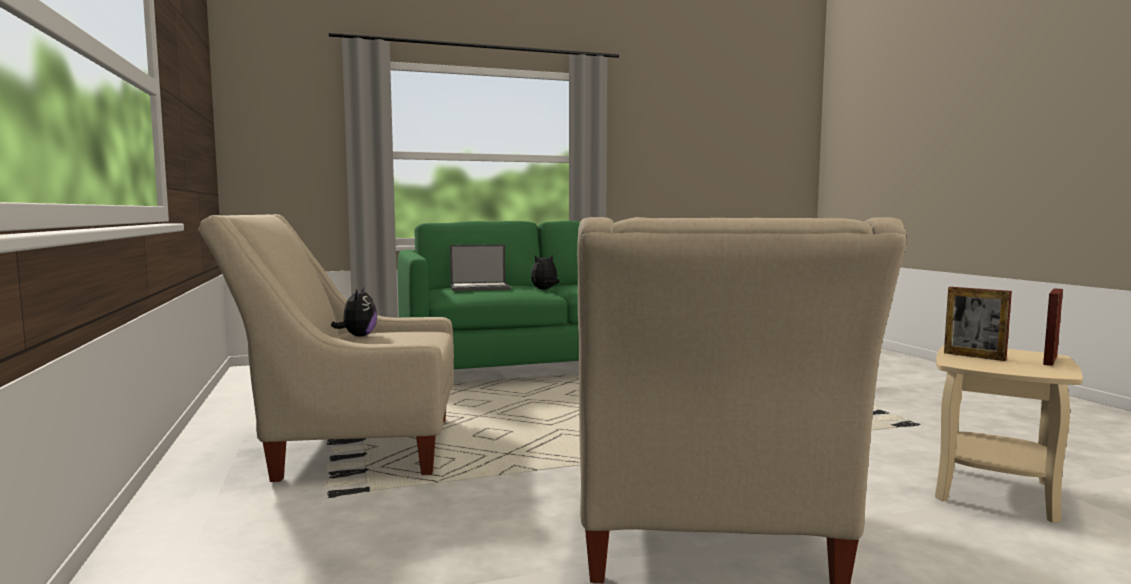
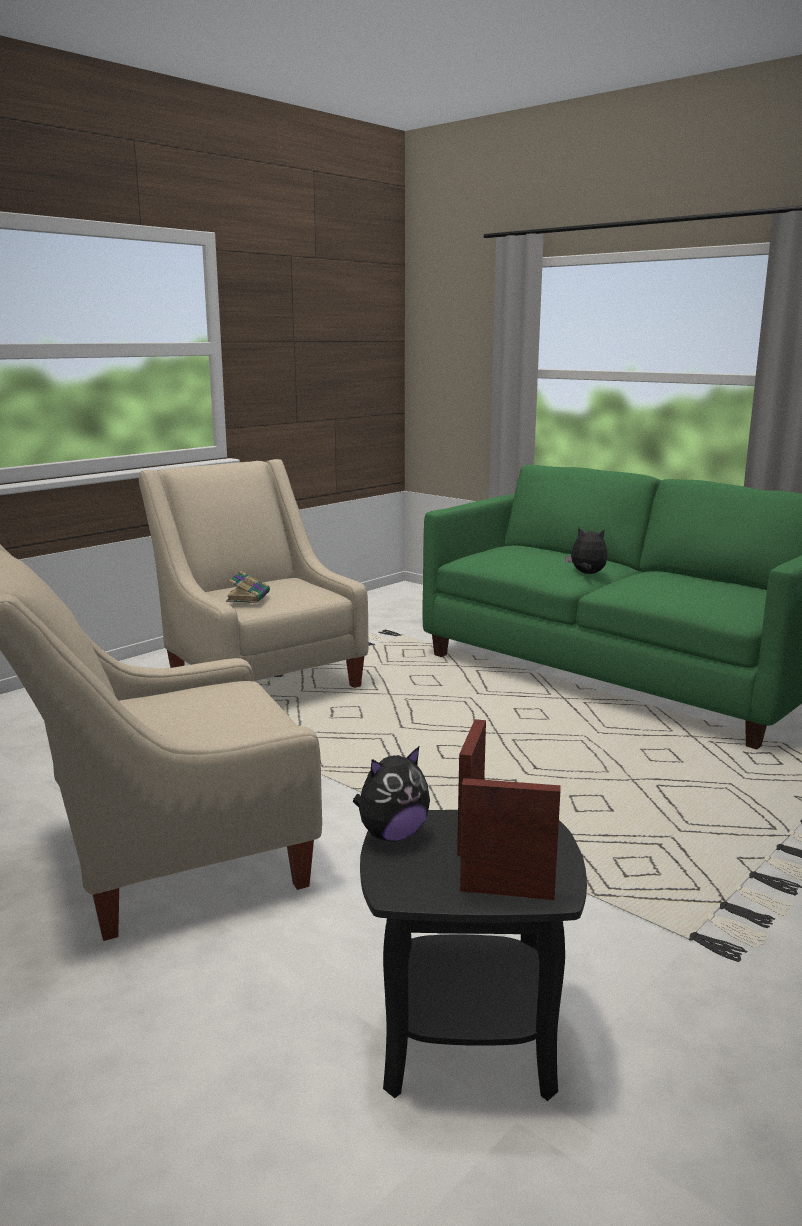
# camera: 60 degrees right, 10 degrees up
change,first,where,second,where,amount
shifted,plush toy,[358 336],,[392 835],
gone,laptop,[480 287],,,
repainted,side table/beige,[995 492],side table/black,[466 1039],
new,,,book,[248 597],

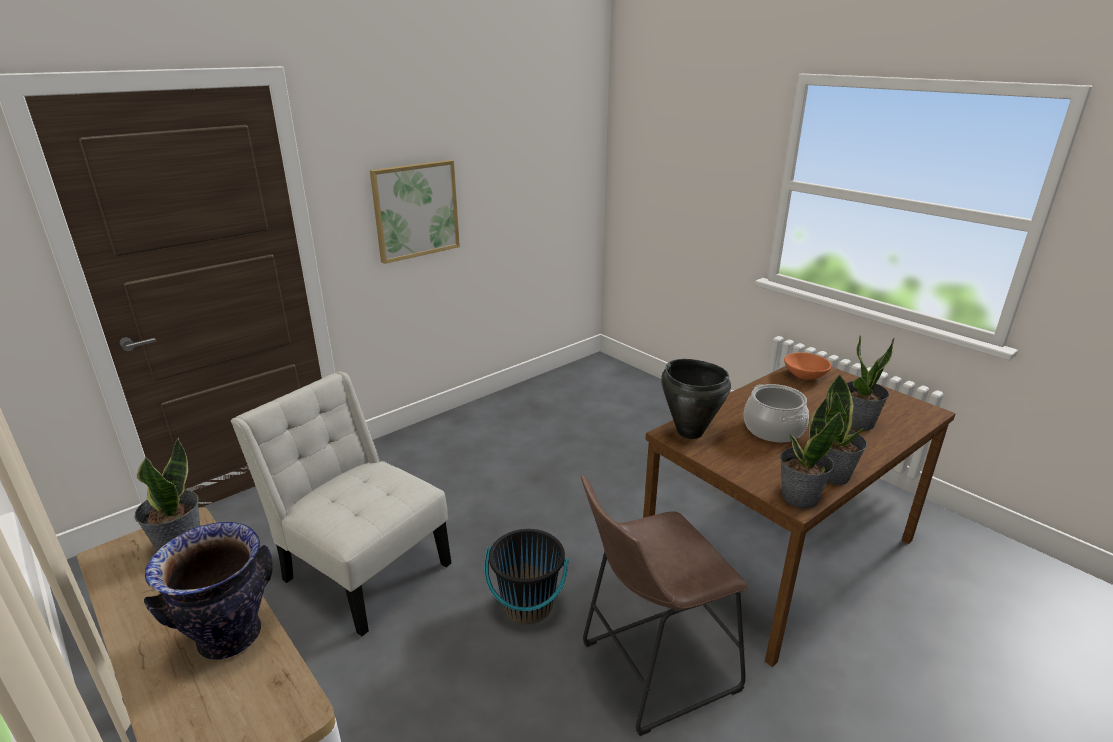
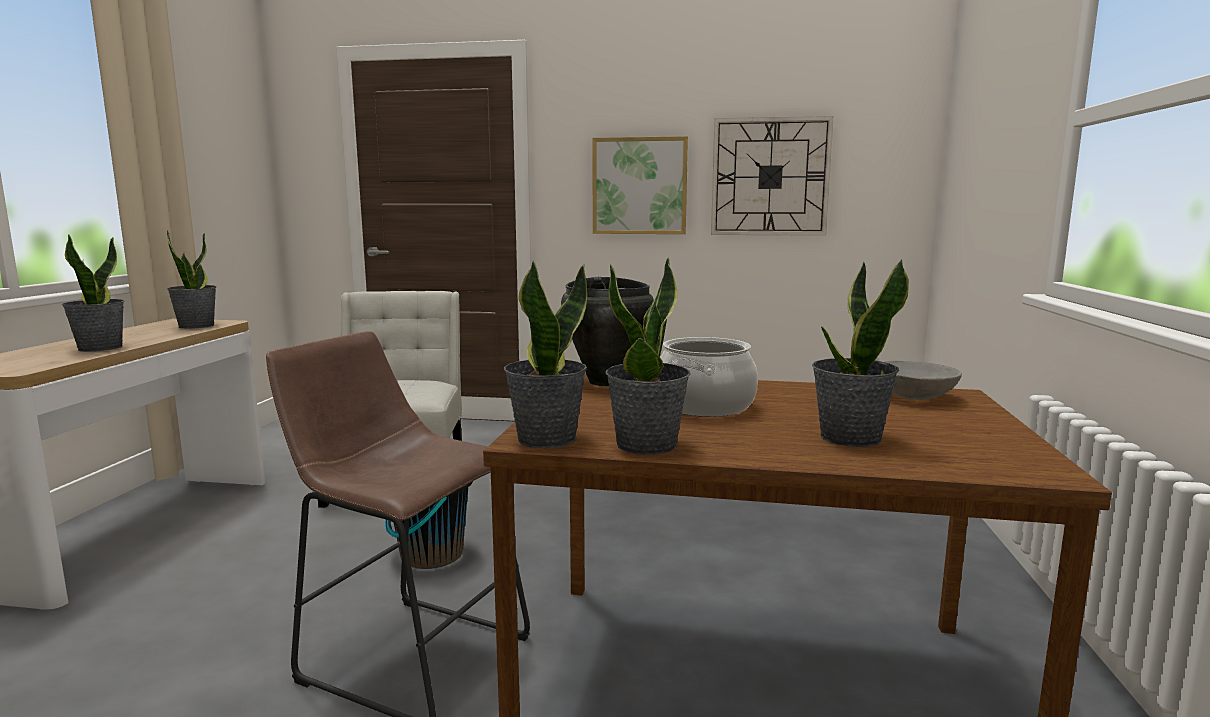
# camera: 50 degrees right, 15 degrees down
change,first,where,second,where,amount
swapped,vase,[229 636],potted plant,[100 348],
repainted,bowl/orange,[804 375],bowl/grey,[914 397],
new,,,wall clock,[770 177],

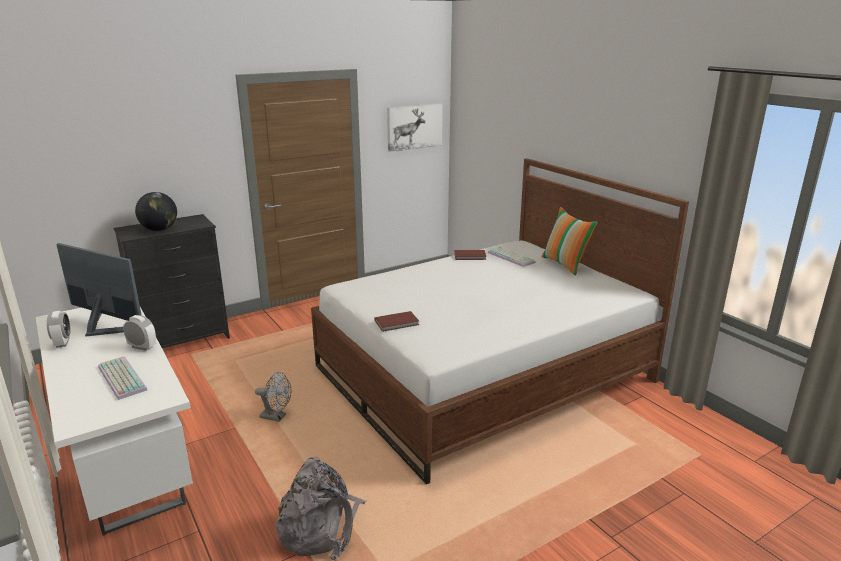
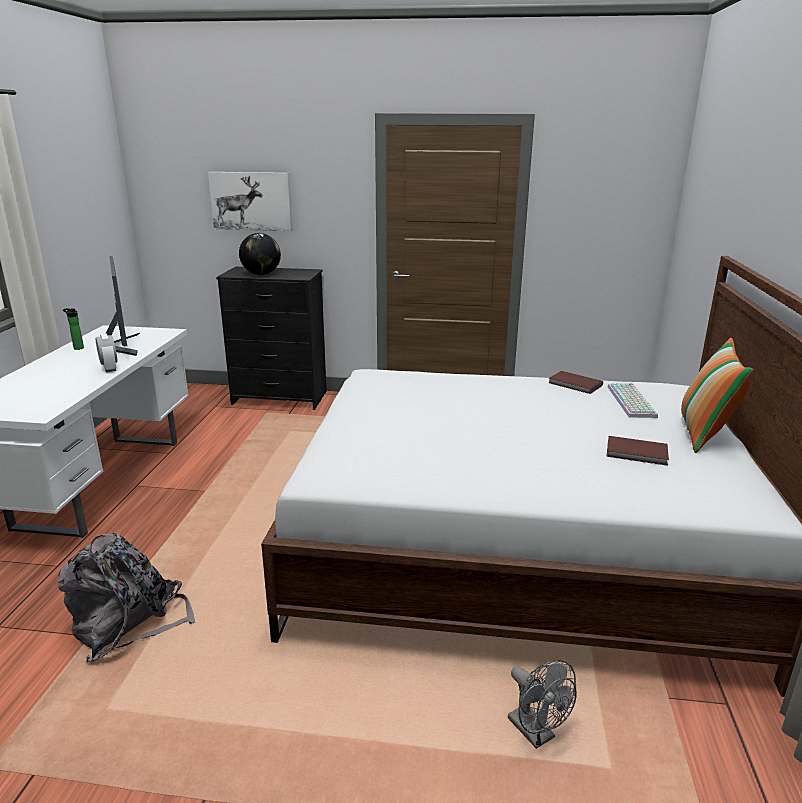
# camera: 40 degrees right, 0 degrees up
change,first,where,second,where,amount
swapped,alarm clock,[63 342],bottle,[77 348],
gone,keyboard,[120 378],,,
shifted,fan/grey,[276 417],,[536 733],
shifted,book/brown,[397 323],,[637 453],
shifted,picture,[414 127],,[251 201],

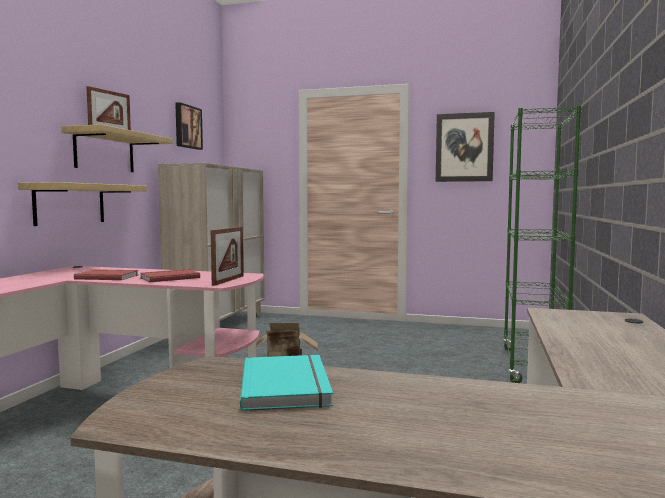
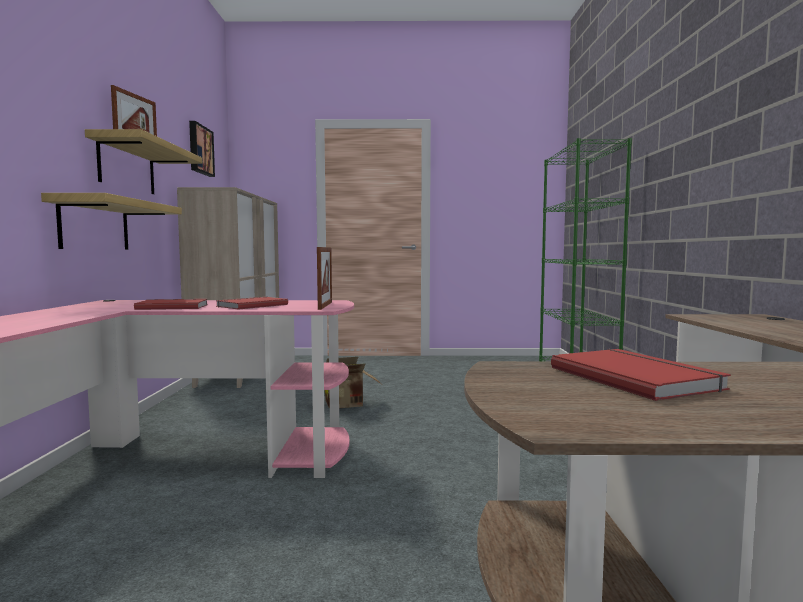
# camera: 15 degrees left, 0 degrees up
change,first,where,second,where,amount
repainted,book/turquoise,[288 385],book/red,[635 377],
gone,picture,[464 147],,,

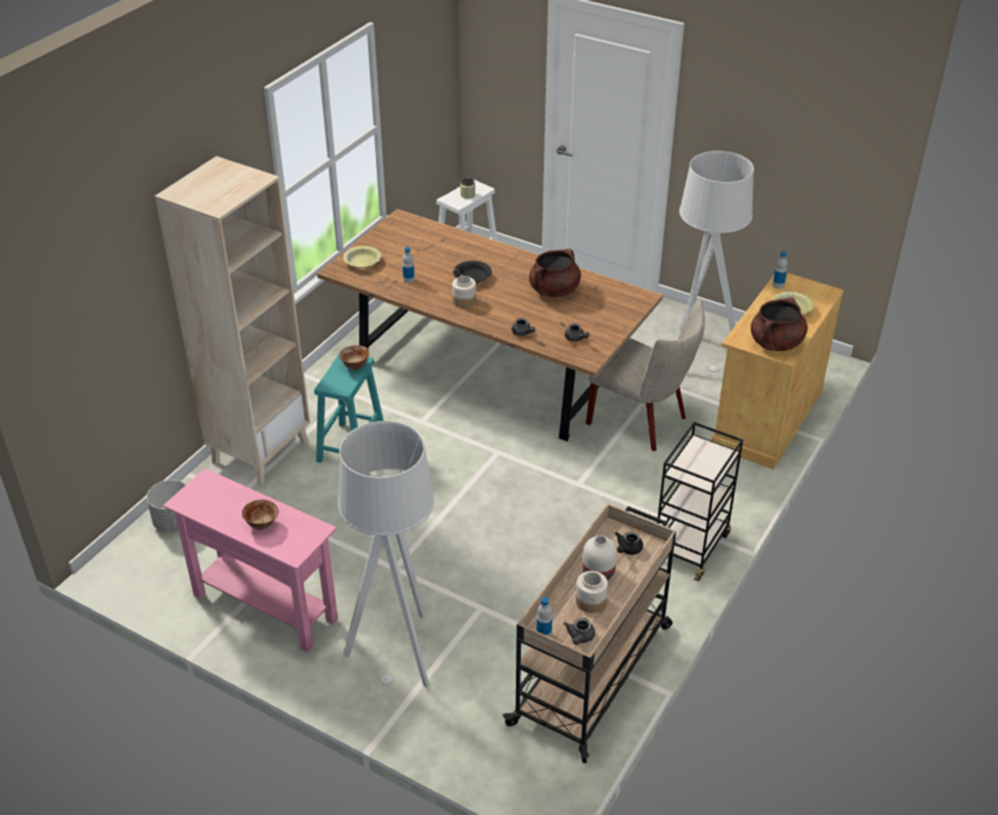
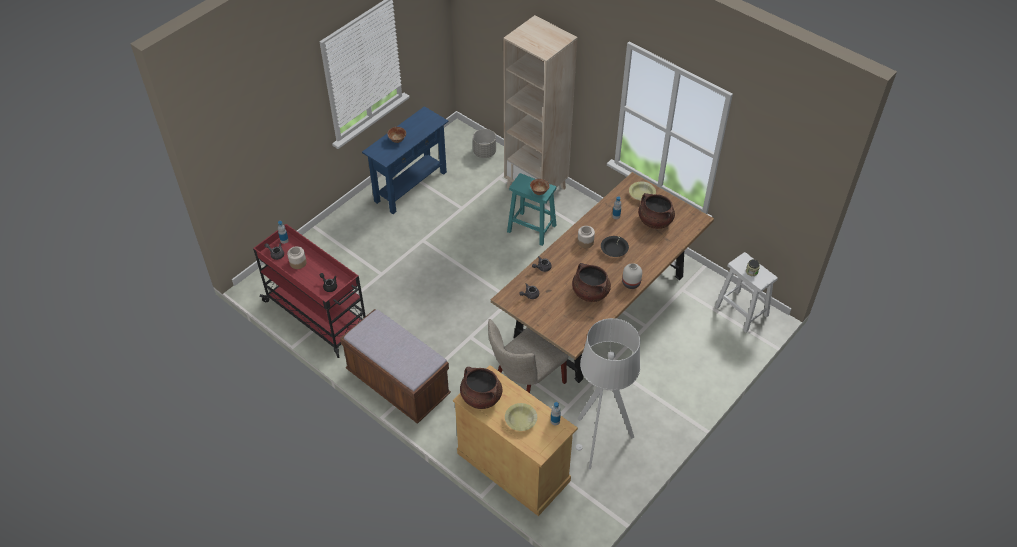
# camera: 100 degrees right, 10 degrees up
change,first,where,second,where,amount
repainted,console table/pink,[265 607],console table/blue,[410 186],
gone,floor lamp/grey,[398 652],,,
repainted,cart/beige,[593 672],cart/red,[318 316],
shifted,vase/white,[597 572],,[631 283],
swapped,cart/black,[690 546],bench/brown,[398 384],
new,,,cooking pot/brown,[654 221],

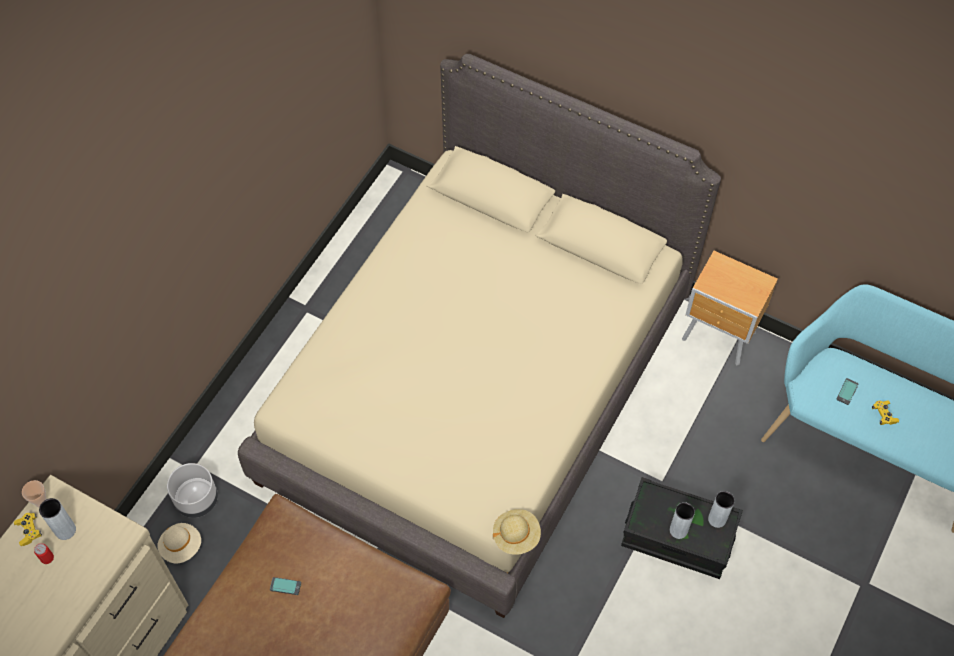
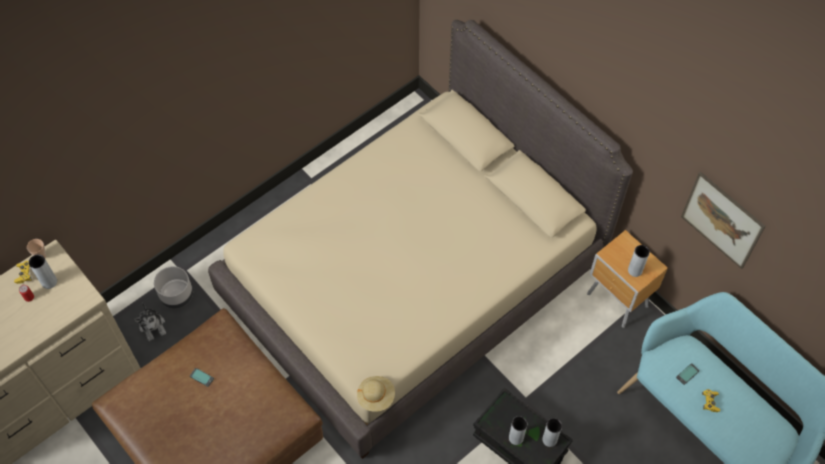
# camera: 20 degrees right, 0 degrees up
change,first,where,second,where,amount
swapped,hat/beige,[181 547],plush toy,[153 326],
new,,,vase/grey,[635 270],
new,,,picture,[722 220],

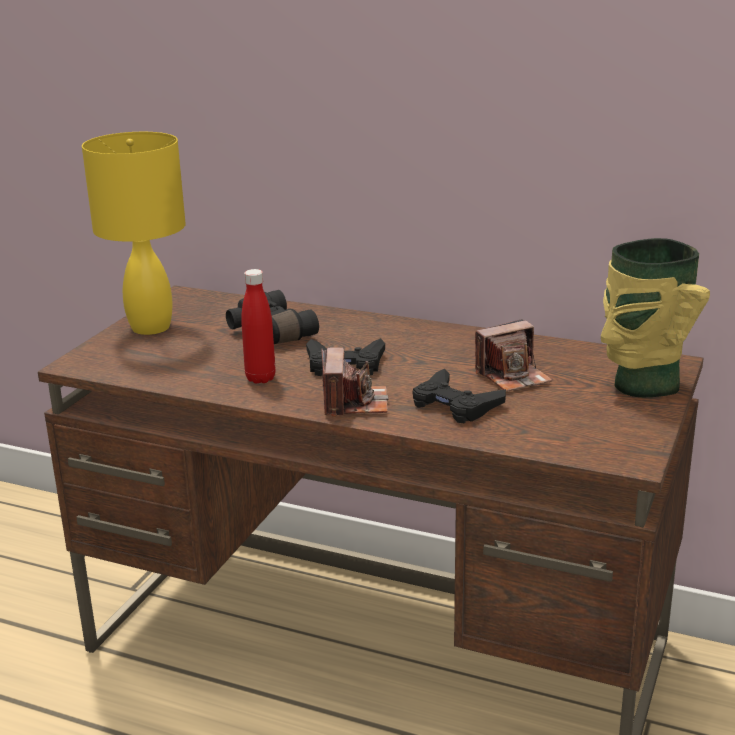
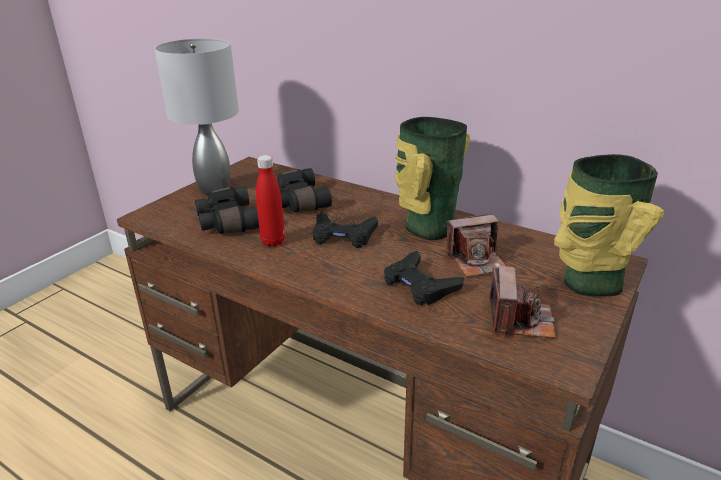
# camera: 10 degrees right, 5 degrees up
change,first,where,second,where,amount
repainted,table lamp/yellow,[152 327],table lamp/grey,[216 189],
shifted,photo camera,[354 403],,[519 320],
new,,,binoculars/black,[226 222],
new,,,vase,[426 227],

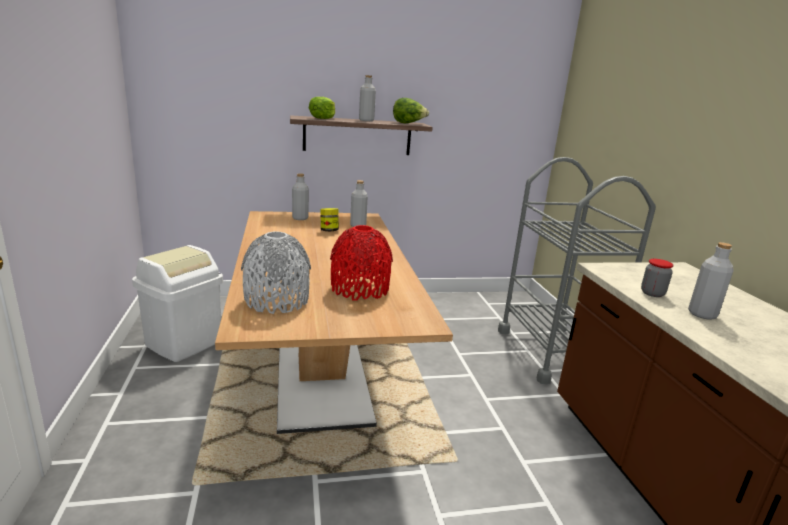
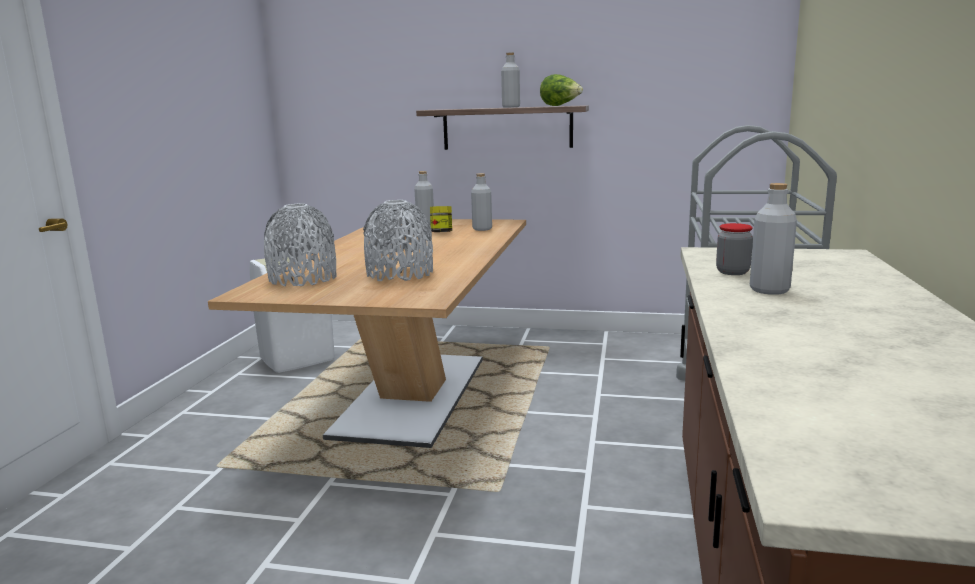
# camera: 25 degrees right, 5 degrees down
change,first,where,second,where,amount
gone,lettuce,[323 118],,,
repainted,vase/red,[360 289],vase/grey,[400 274],

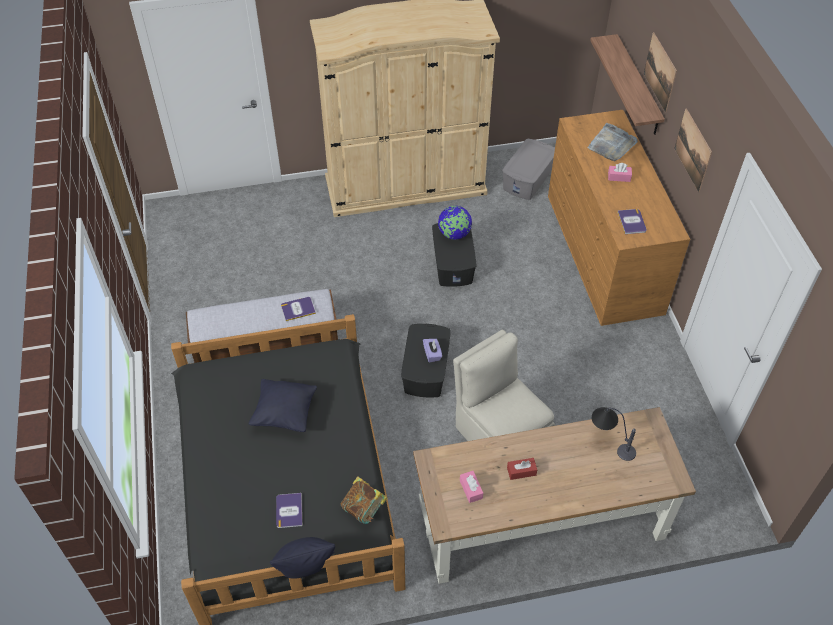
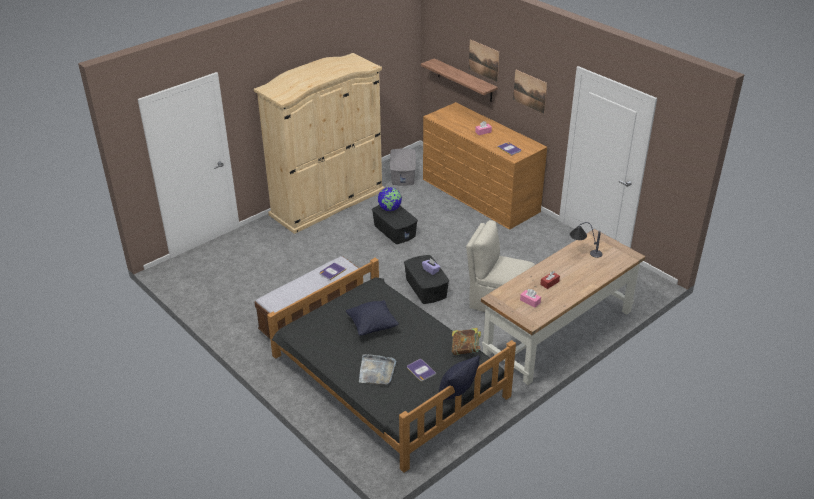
# camera: 30 degrees left, 15 degrees down
change,first,where,second,where,amount
shifted,tray/grey,[612 144],,[376 371],

